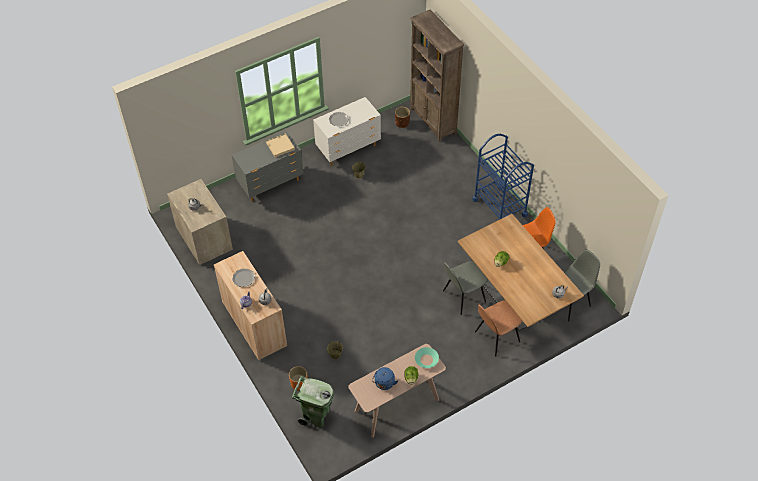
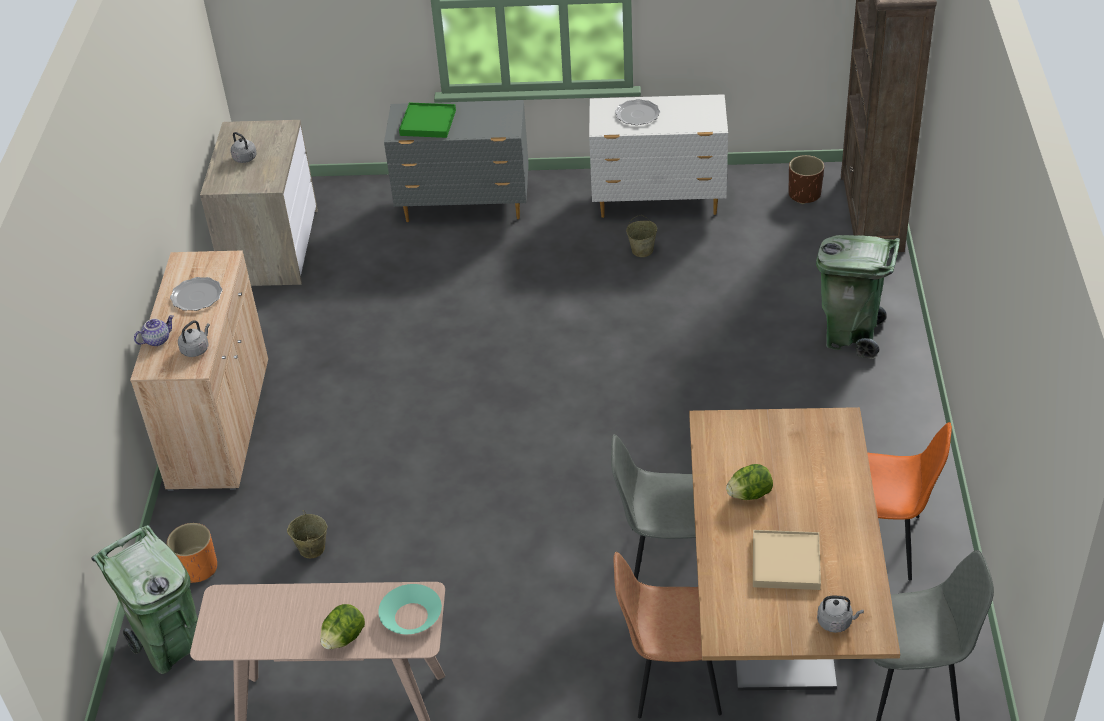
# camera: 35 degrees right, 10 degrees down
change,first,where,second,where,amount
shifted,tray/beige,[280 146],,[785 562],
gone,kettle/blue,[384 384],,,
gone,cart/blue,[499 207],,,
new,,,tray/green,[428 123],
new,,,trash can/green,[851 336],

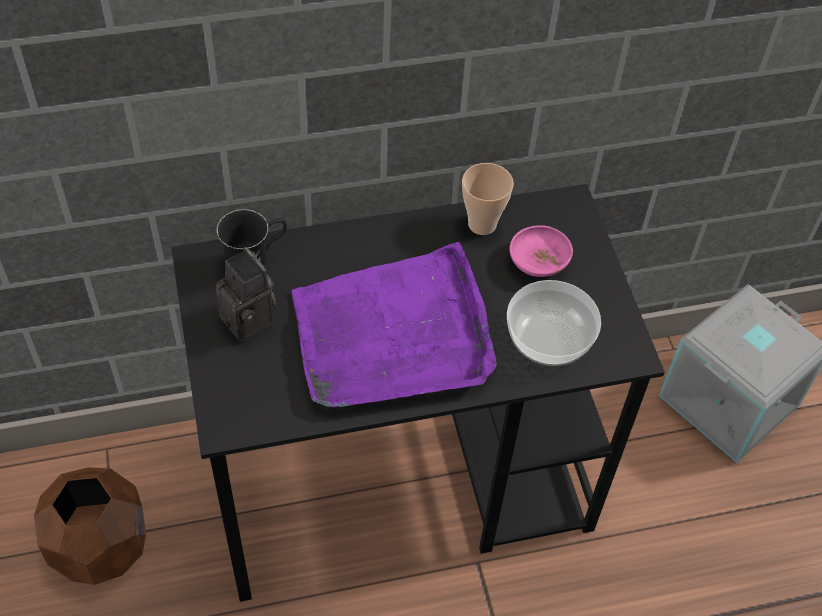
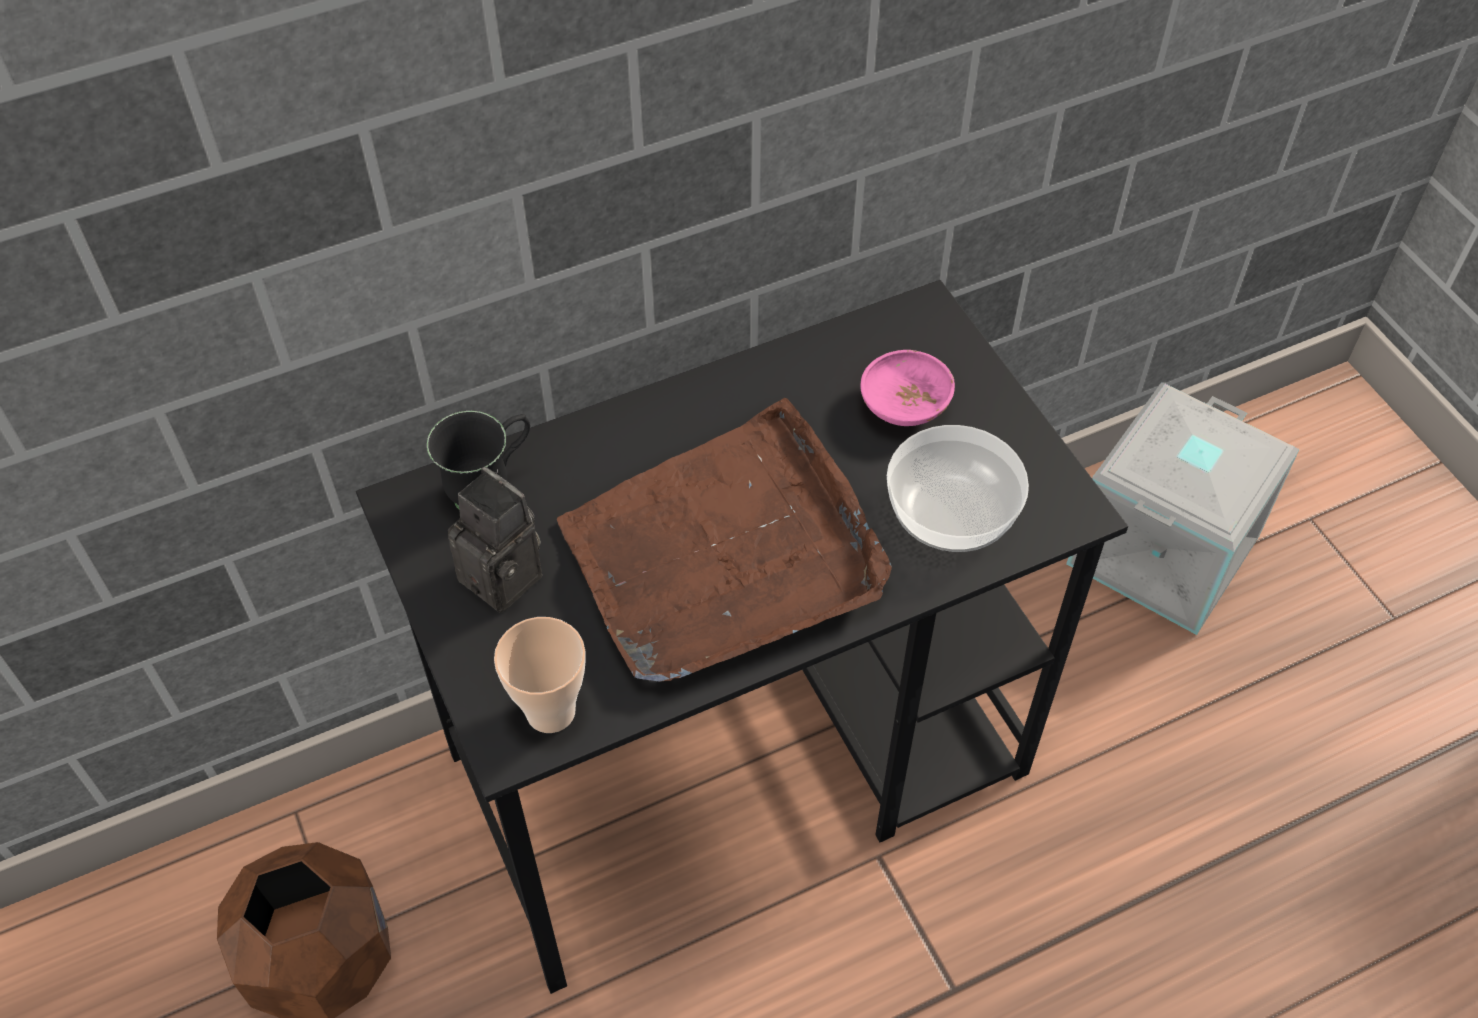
# camera: 10 degrees left, 0 degrees up
change,first,where,second,where,amount
repainted,tray/purple,[393 335],tray/brown,[725 554],
shifted,cup,[482 224],,[550 711],

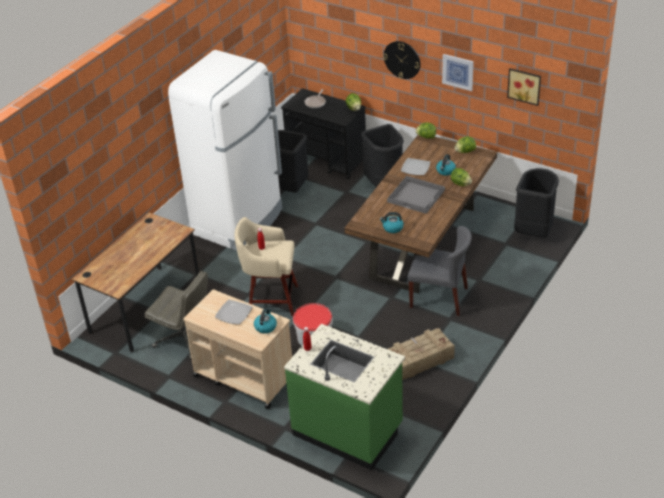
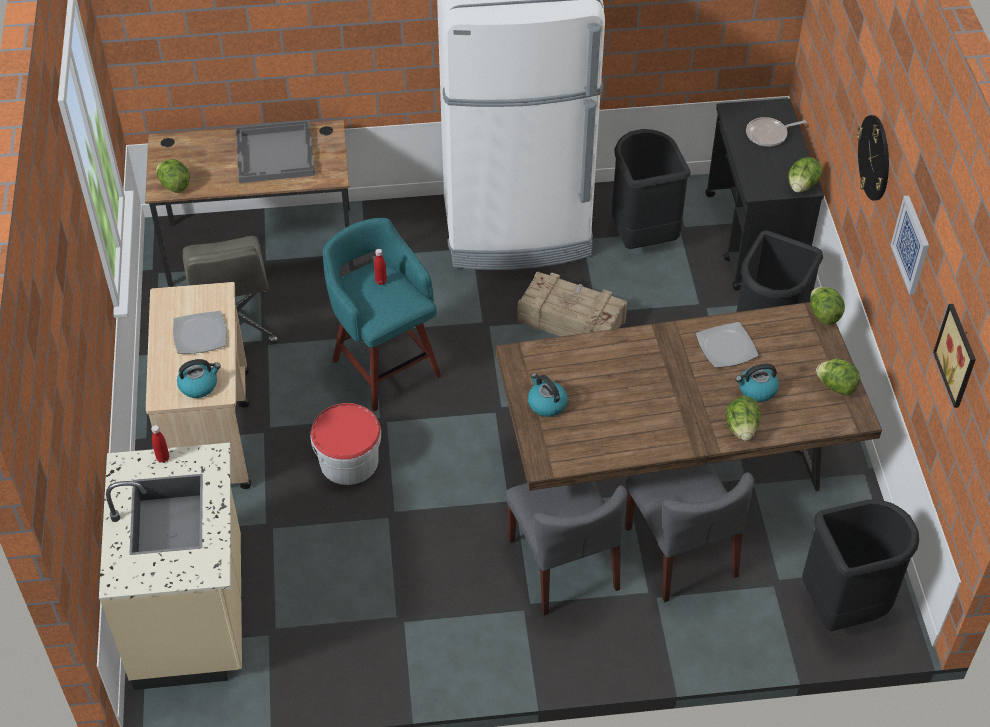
# camera: 50 degrees right, 10 degrees up
change,first,where,second,where,amount
repainted,stool/beige,[271 300],stool/turquoise,[385 366],
repainted,counter/green,[348 430],counter/beige,[193 614],
shifted,tray/grey,[416 196],,[276 154],
shifted,crate,[419 360],,[571 320],
new,,,lettuce,[174 185],
new,,,chair/grey,[681 552],

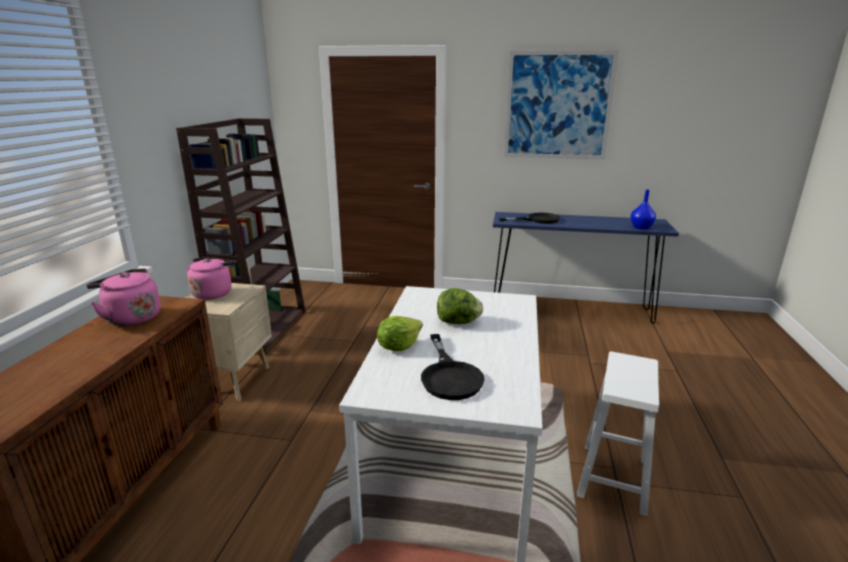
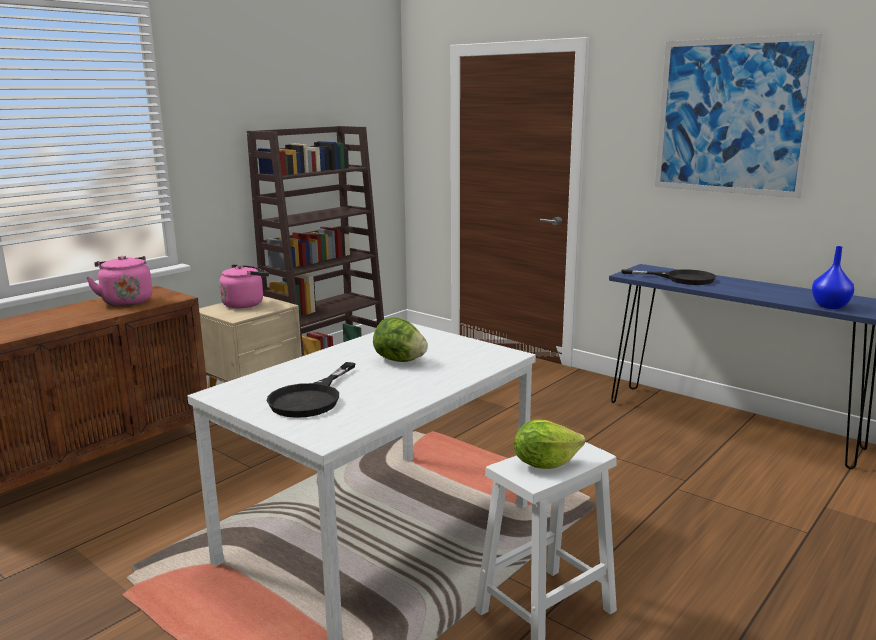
# camera: 30 degrees right, 5 degrees down
change,first,where,second,where,amount
shifted,lettuce,[398 346],,[544 463],

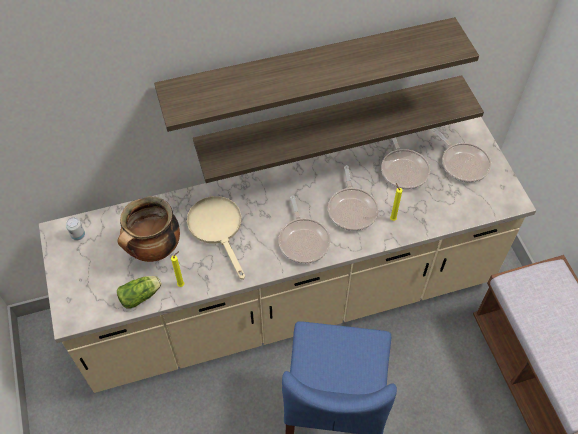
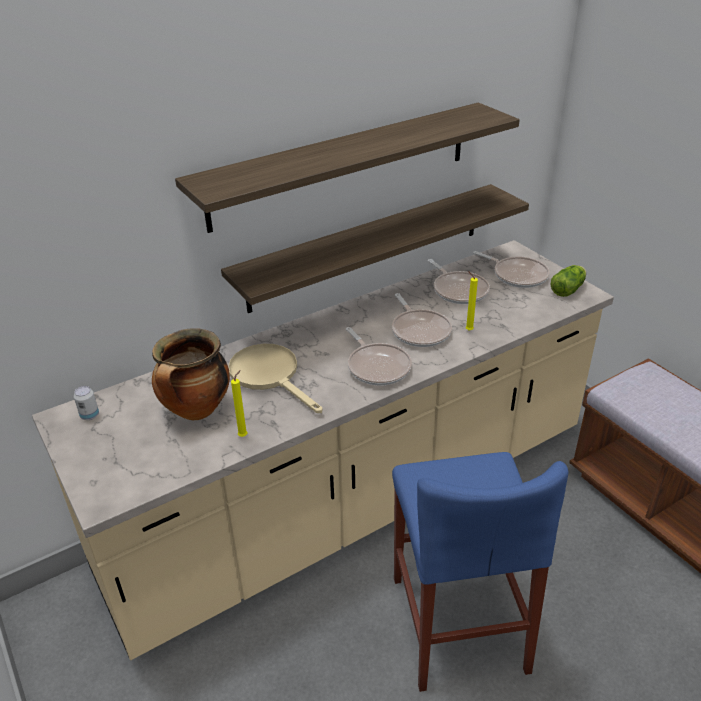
# camera: 15 degrees left, 20 degrees down
change,first,where,second,where,amount
shifted,lettuce,[142 295],,[568 289],

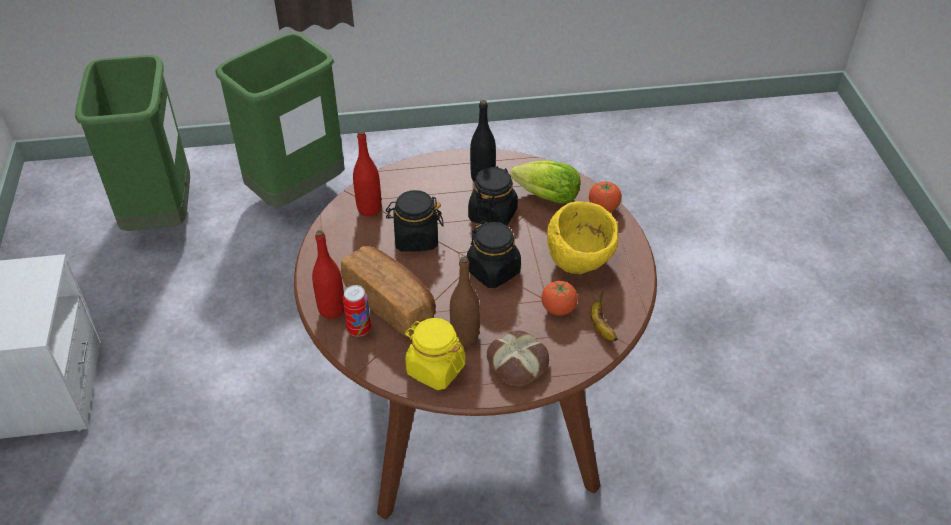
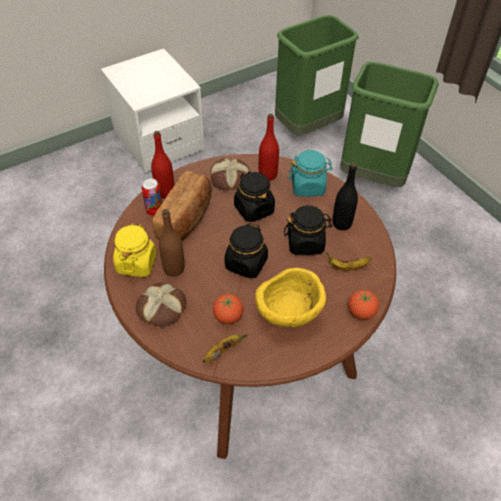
# camera: 65 degrees right, 5 degrees up
change,first,where,second,where,amount
swapped,lettuce,[543 196],banana,[347 267],
new,,,bread,[229 179],
new,,,jar/turquoise,[308 186],

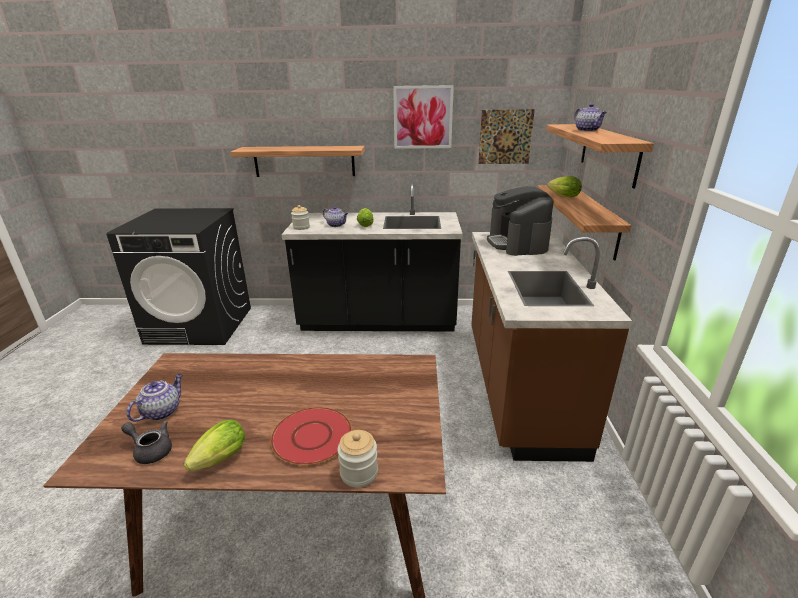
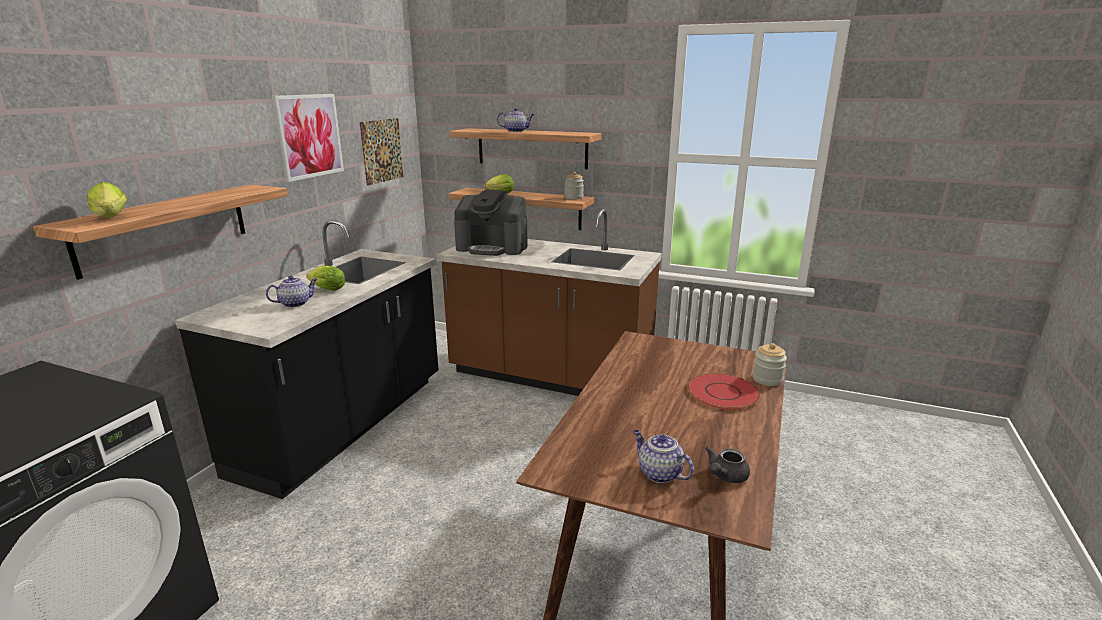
# camera: 70 degrees left, 5 degrees down
change,first,where,second,where,amount
shifted,lettuce,[218 461],,[111 218],
shifted,jar,[301 227],,[573 197],

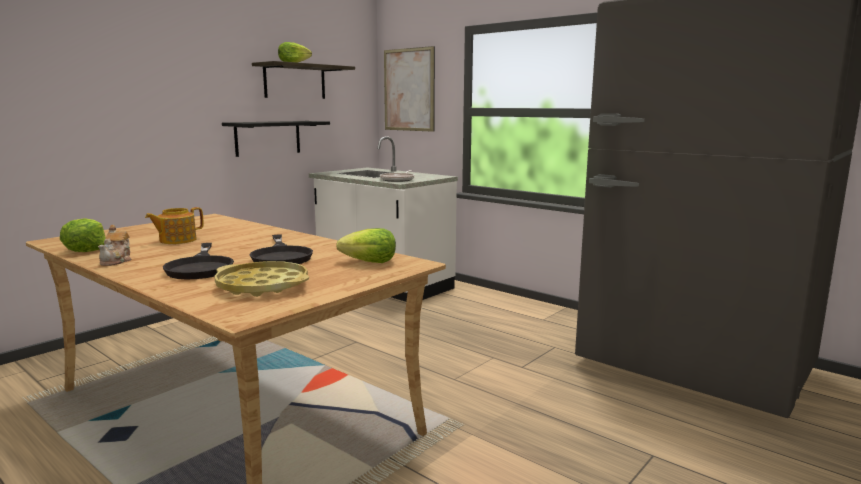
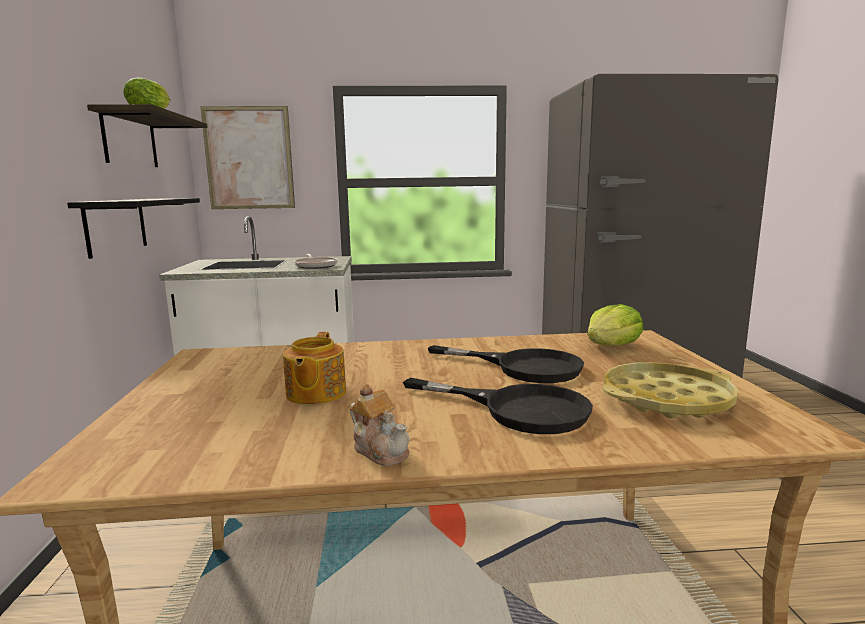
# camera: 45 degrees left, 0 degrees up
change,first,where,second,where,amount
gone,lettuce,[86 249],,,

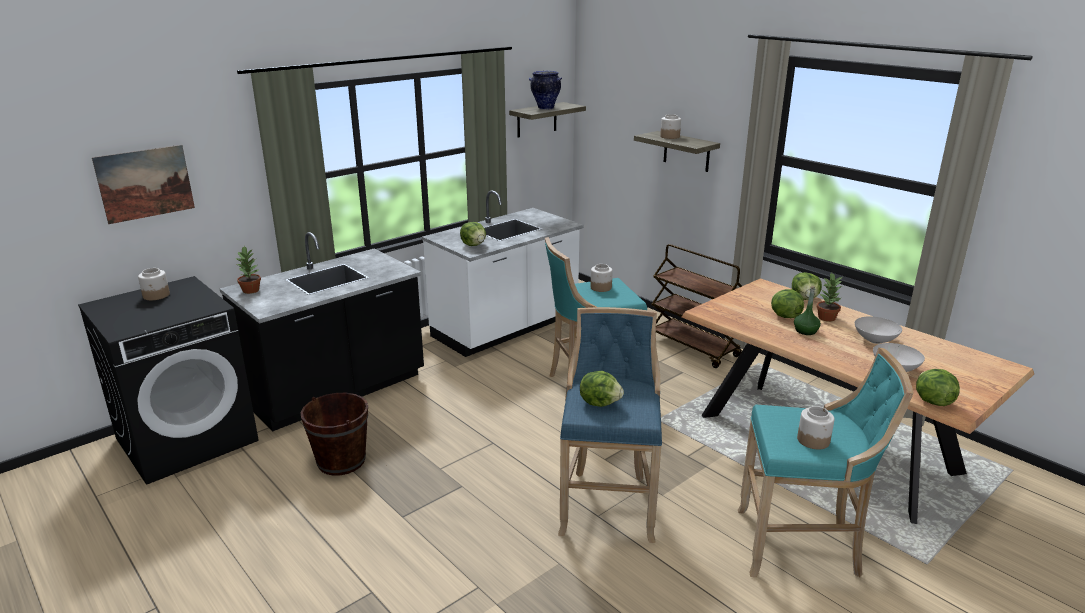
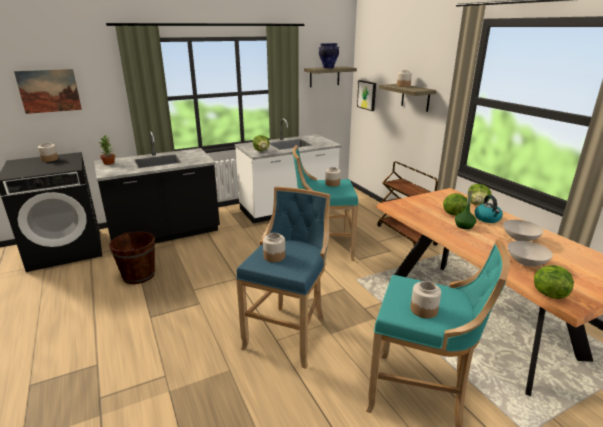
# camera: 15 degrees right, 0 degrees up
change,first,where,second,where,amount
swapped,lettuce,[600 402],jar,[274 256],
swapped,potted plant,[827 318],kettle,[487 219],
new,,,picture,[367 95],

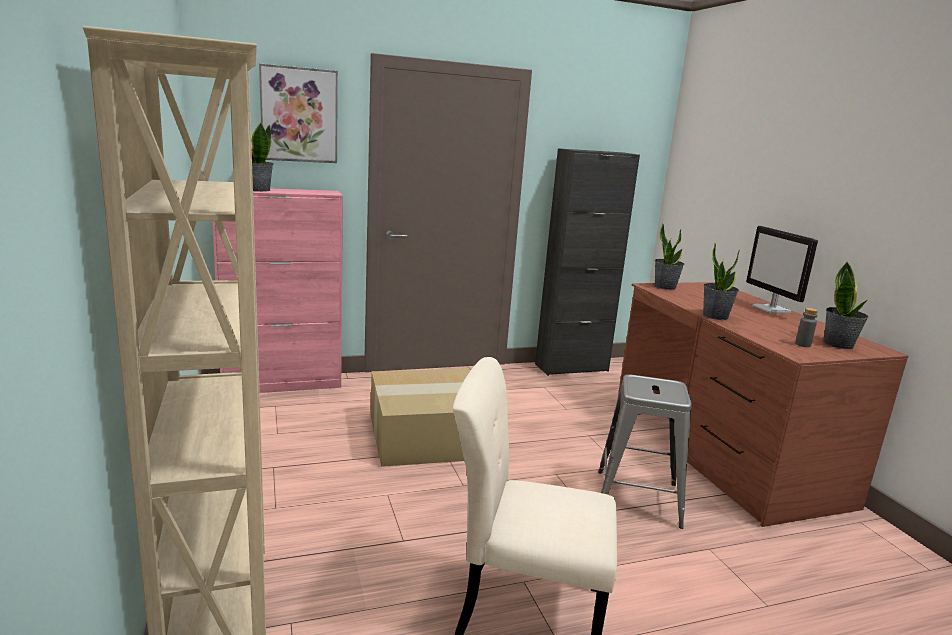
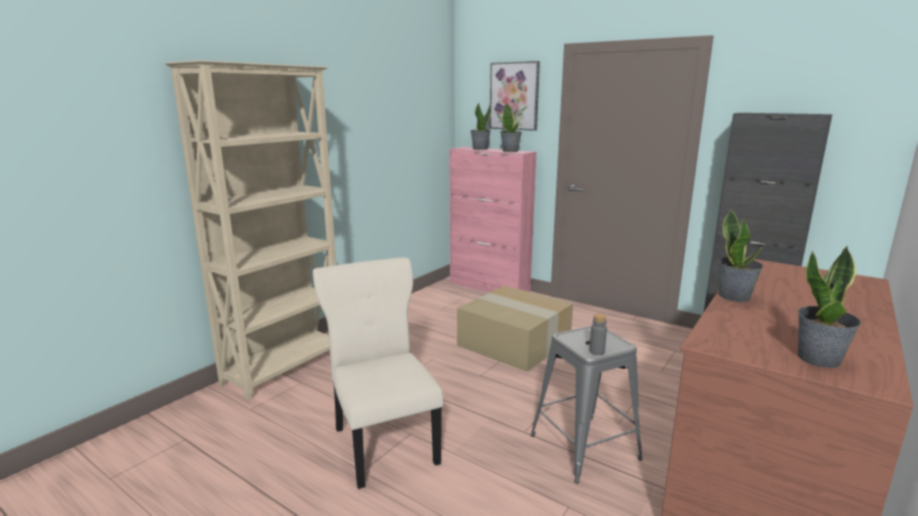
# camera: 55 degrees right, 0 degrees up
change,first,where,second,where,amount
shifted,potted plant,[665 287],,[510 151],
gone,monitor,[772 309],,,
shifted,bottle/grey,[803 344],,[597 351],

